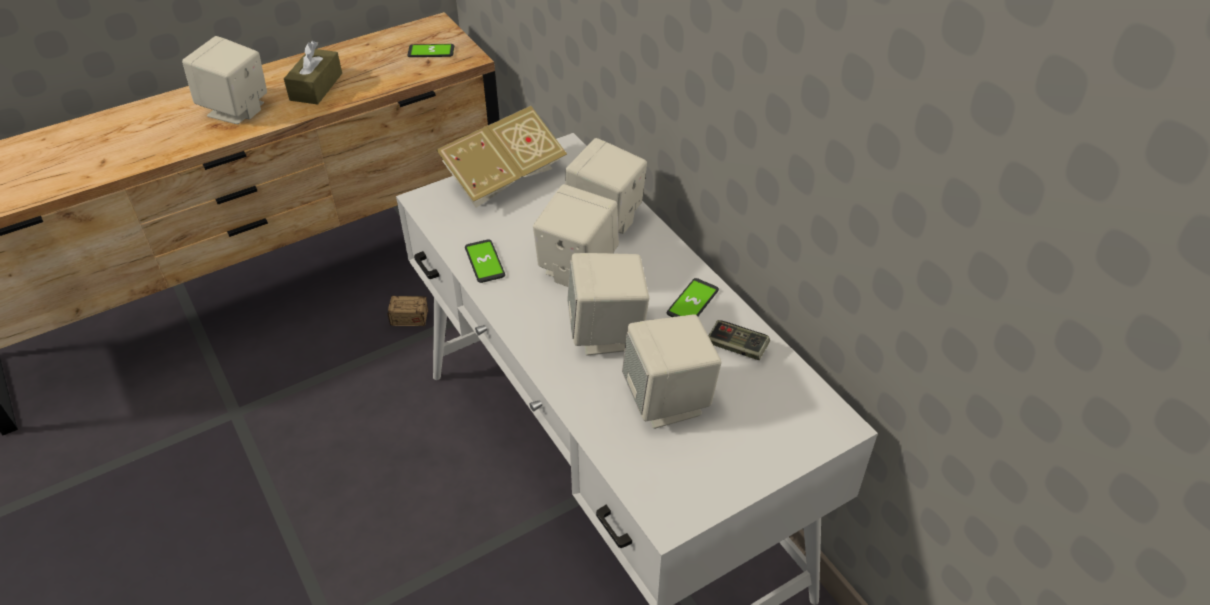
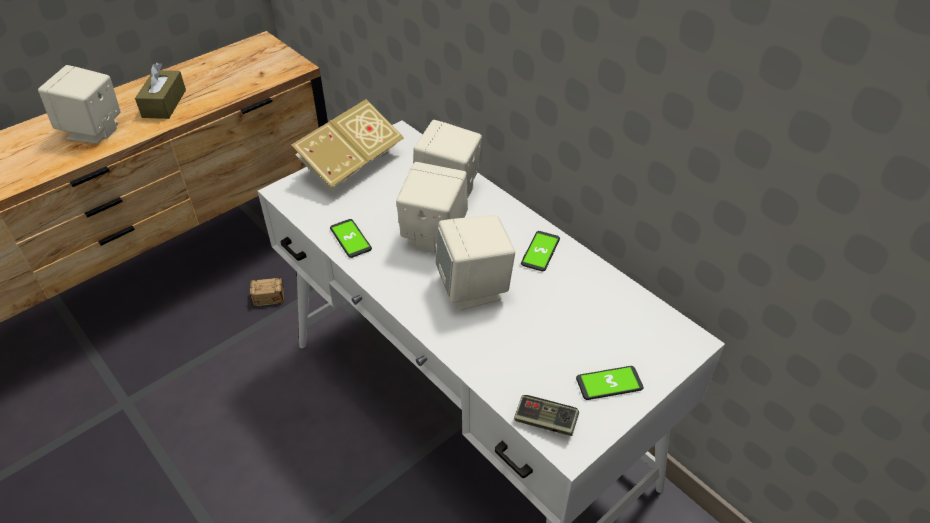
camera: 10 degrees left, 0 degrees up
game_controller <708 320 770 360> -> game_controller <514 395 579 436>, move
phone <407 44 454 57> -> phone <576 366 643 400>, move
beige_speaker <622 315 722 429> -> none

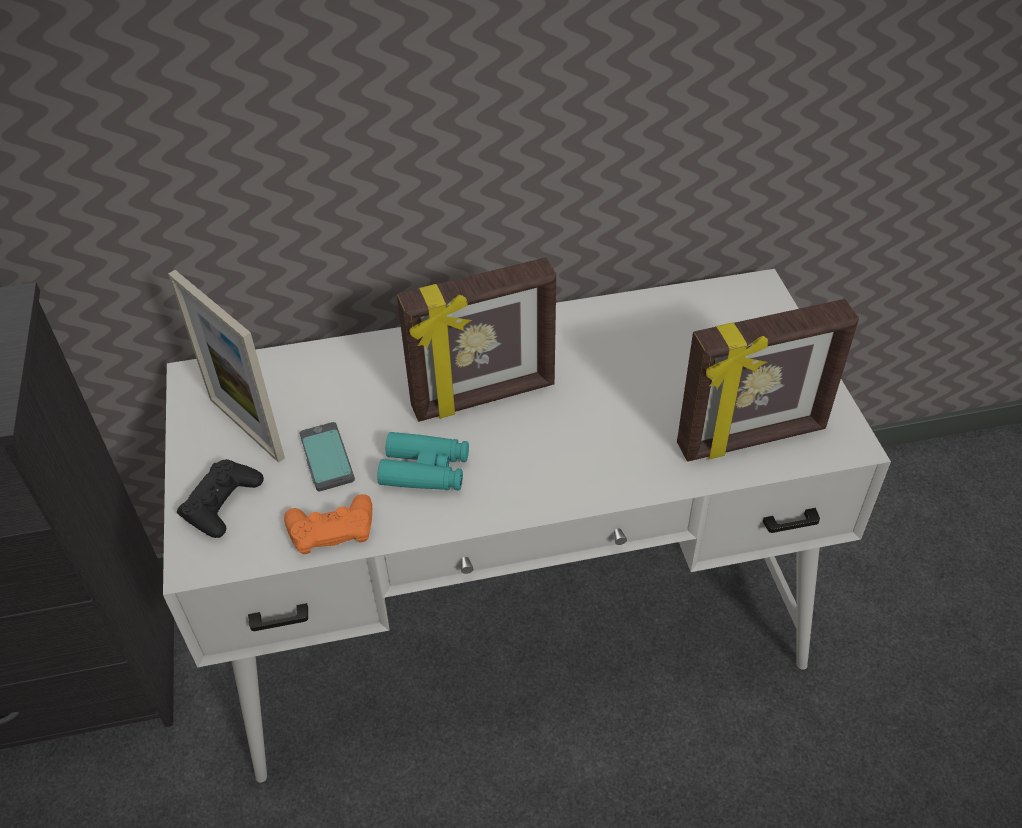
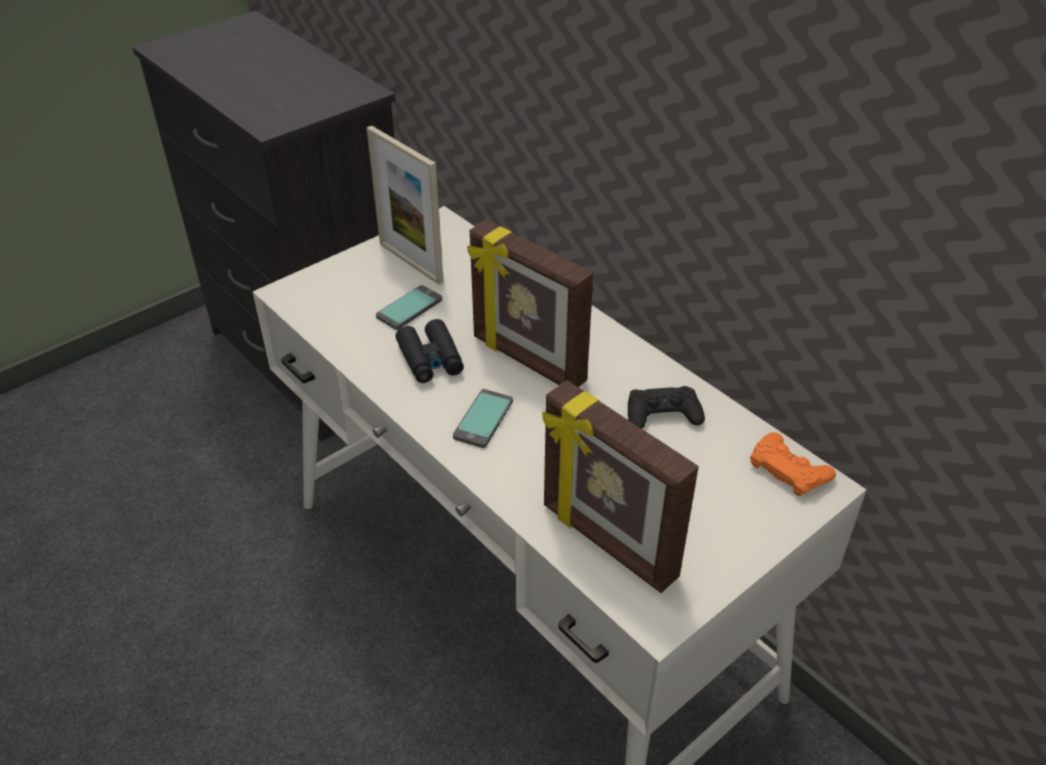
camera: 60 degrees right, 5 degrees down
picture_frame <168 270 285 463> -> picture_frame <367 126 444 285>, 60 degrees counterclockwise
turquoise_binoculars <377 432 469 490> -> black_binoculars <396 319 464 383>
none -> phone <453 389 513 448>
black_game_controller <177 459 264 538> -> black_game_controller <628 386 705 429>, move
orange_game_controller <284 494 372 554> -> orange_game_controller <750 432 836 496>, move

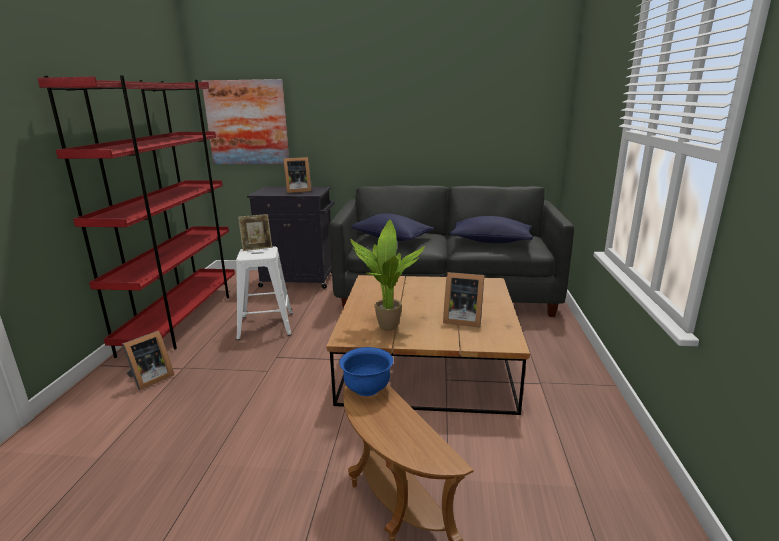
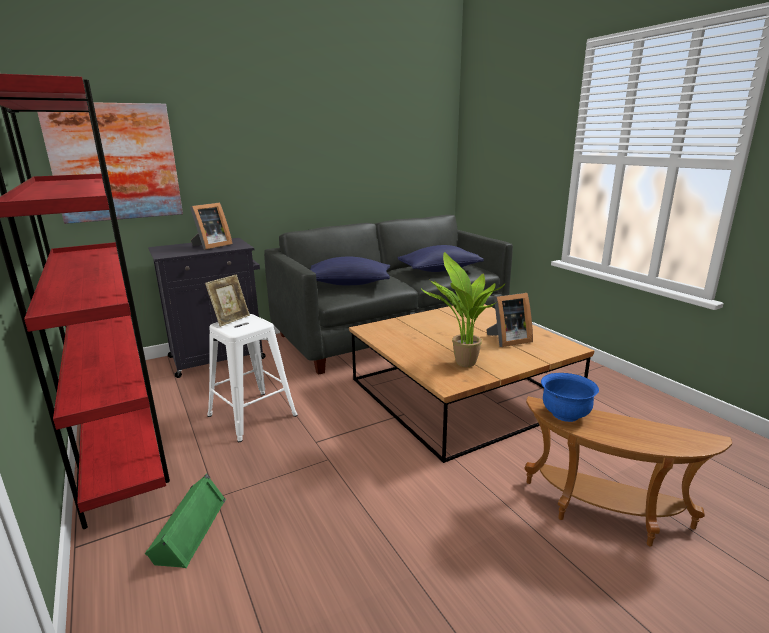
camera: 35 degrees left, 0 degrees up
picture_frame <122 331 174 390> -> green_speaker <145 474 226 568>

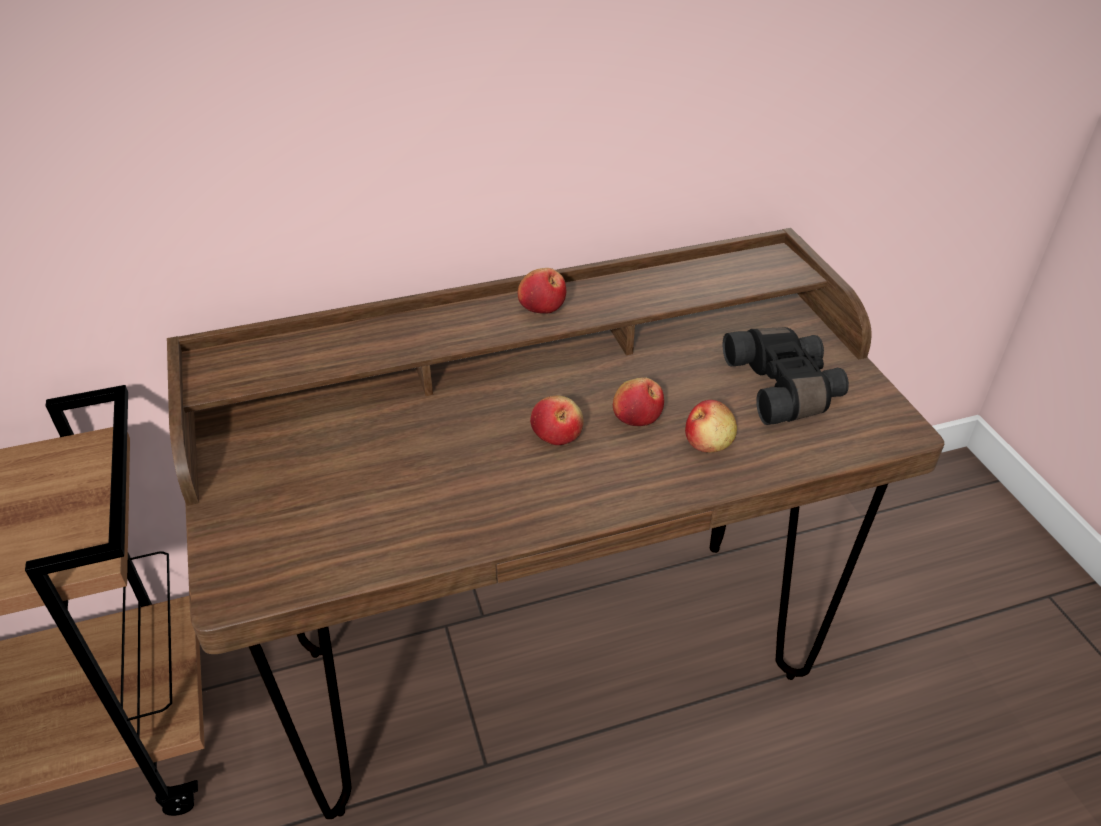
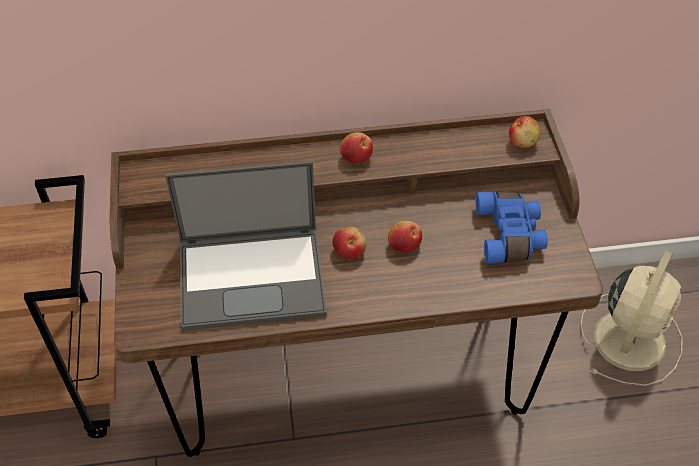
camera: 10 degrees right, 10 degrees up
none -> laptop <165 161 327 331>
black_binoculars <723 327 849 425> -> blue_binoculars <475 191 548 264>
apple <685 400 737 453> -> apple <509 116 541 148>, move
none -> beige_fan <581 250 683 386>

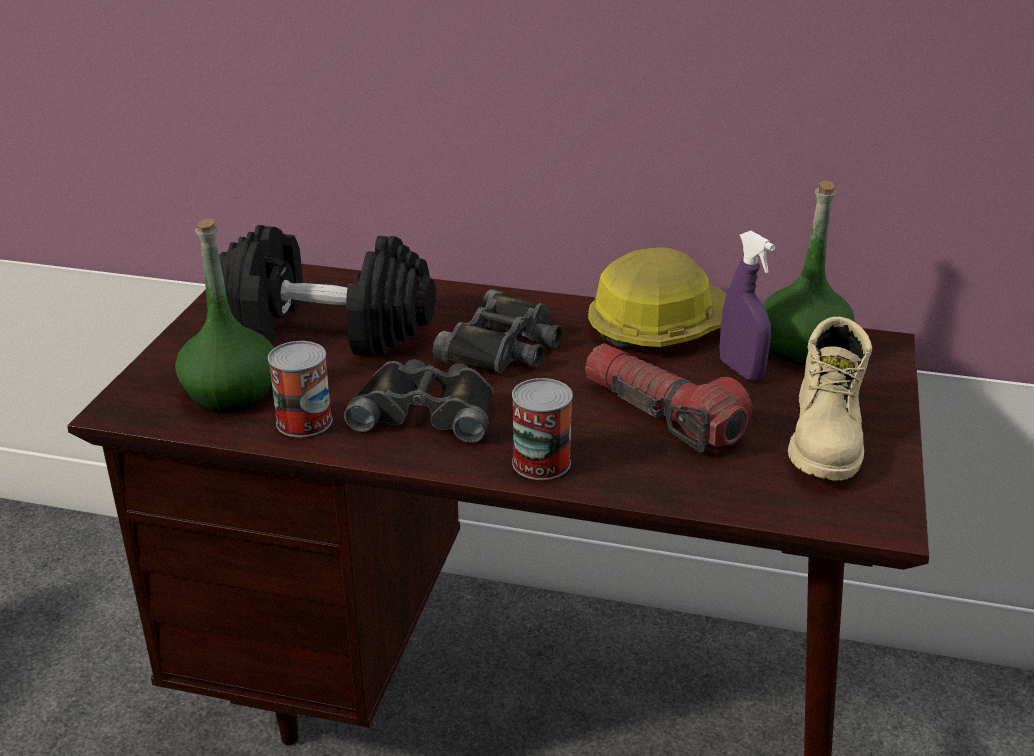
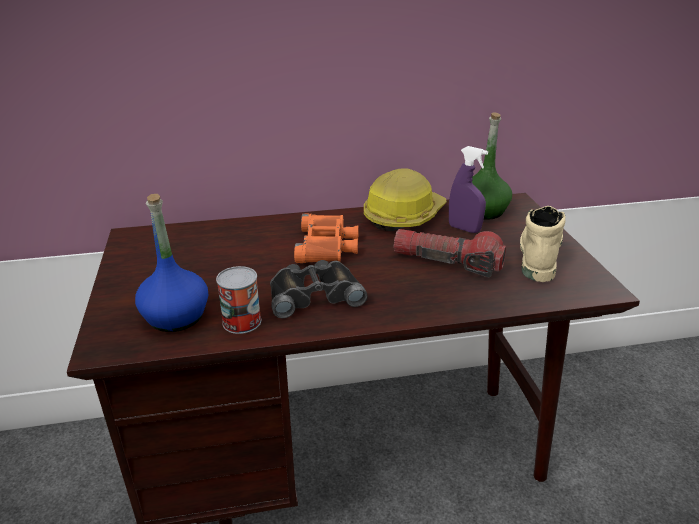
camera: 25 degrees left, 0 degrees up
green_bottle <175 218 274 413> -> blue_bottle <135 194 208 332>
black_binoculars <433 289 562 373> -> orange_binoculars <294 214 359 263>
beige_boot <788 317 872 481> -> beige_boot <520 206 565 282>, 150 degrees counterclockwise
black_dumbbell <219 225 436 357> -> none
can <512 378 573 480> -> none

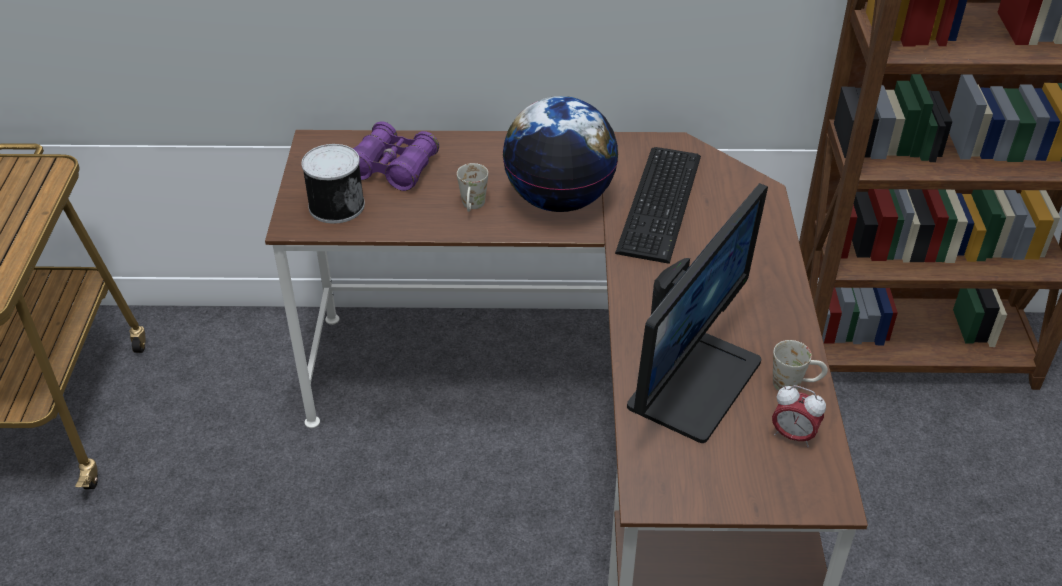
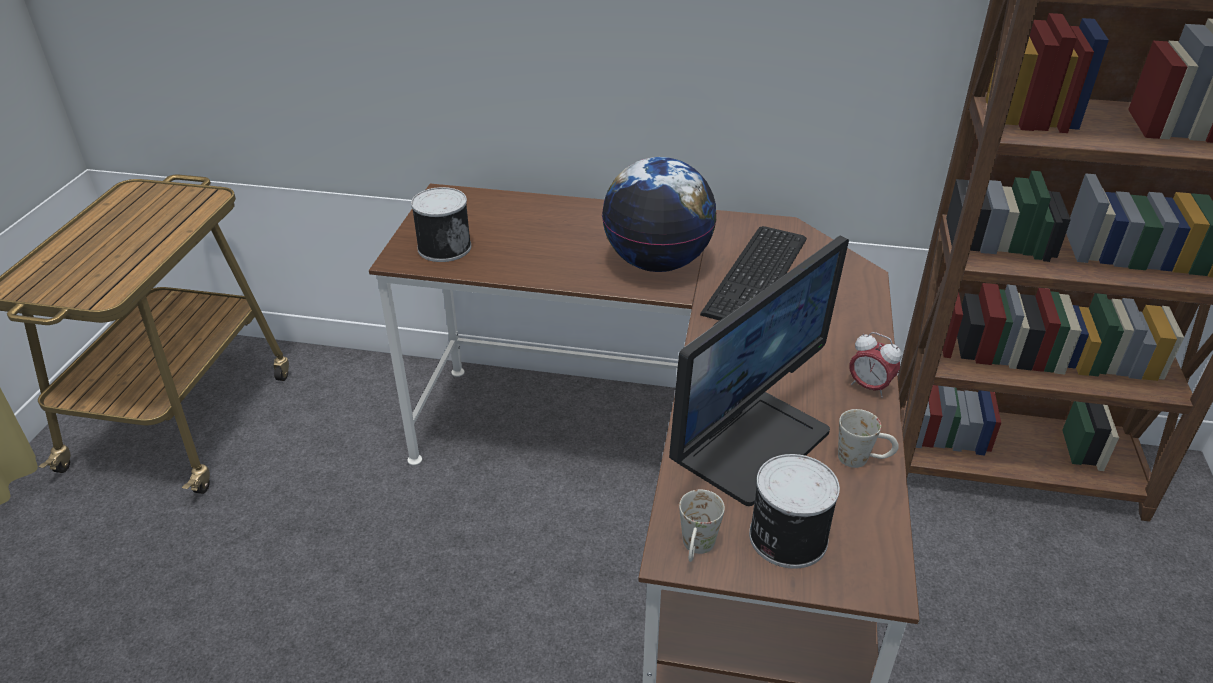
camera: 10 degrees right, 5 degrees down
white_mug <457 163 488 212> -> white_mug <679 490 725 562>, move
none -> can <749 454 840 568>
alarm_clock <772 385 826 447> -> alarm_clock <849 332 902 398>, move
purple_binoculars <353 121 439 191> -> none

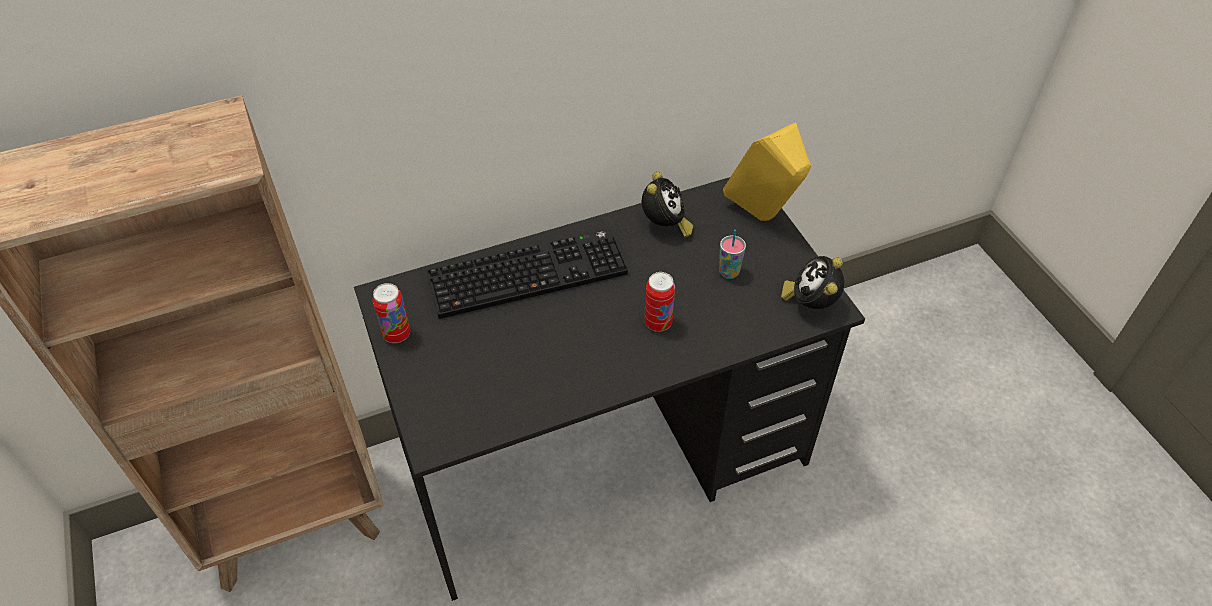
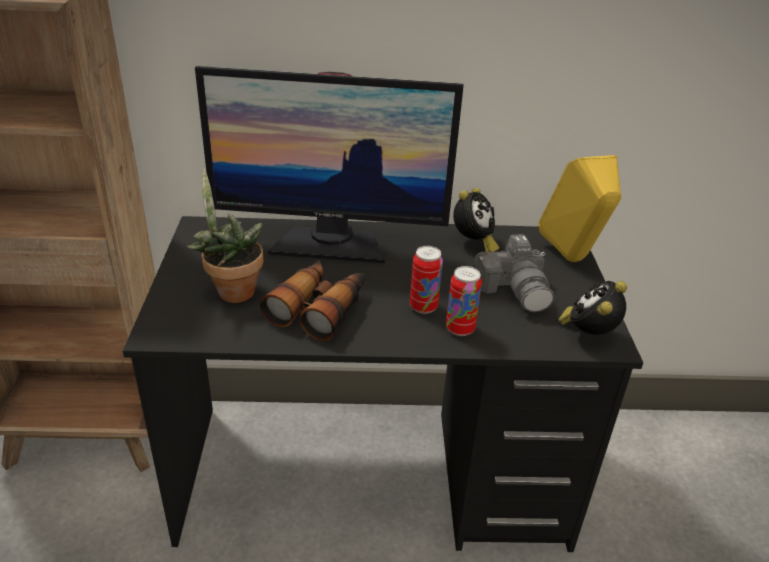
camera: 20 degrees right, 15 degrees down
none -> potted_plant <186 169 263 303>
keyboard <426 228 628 319> -> monitor <195 66 464 263>
none -> binoculars <260 260 366 341>
can <372 283 410 343> -> can <446 266 482 336>, move
cup <719 229 746 279> -> photo_camera <474 234 554 312>

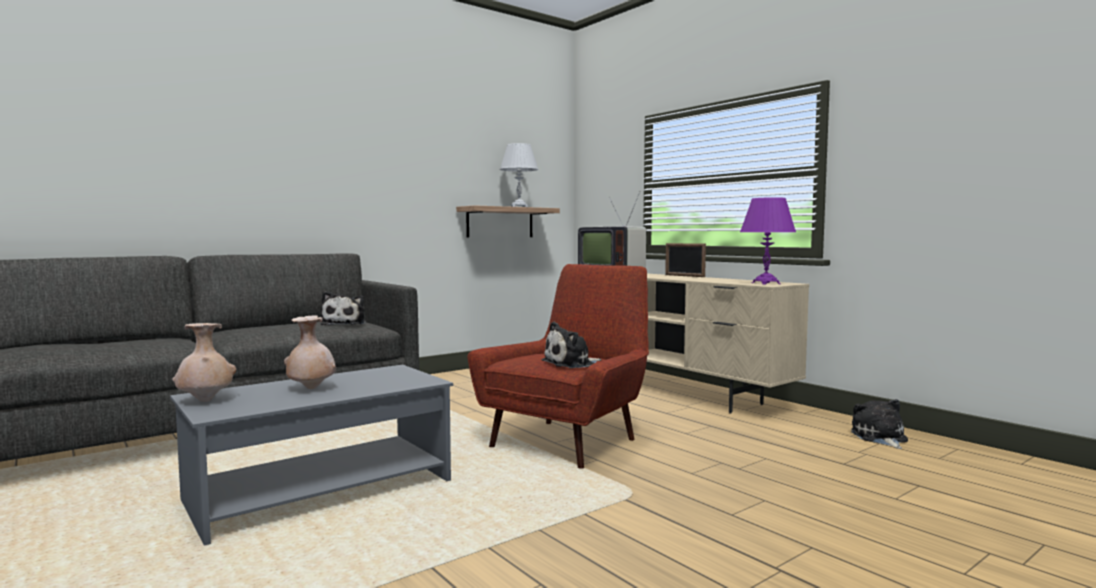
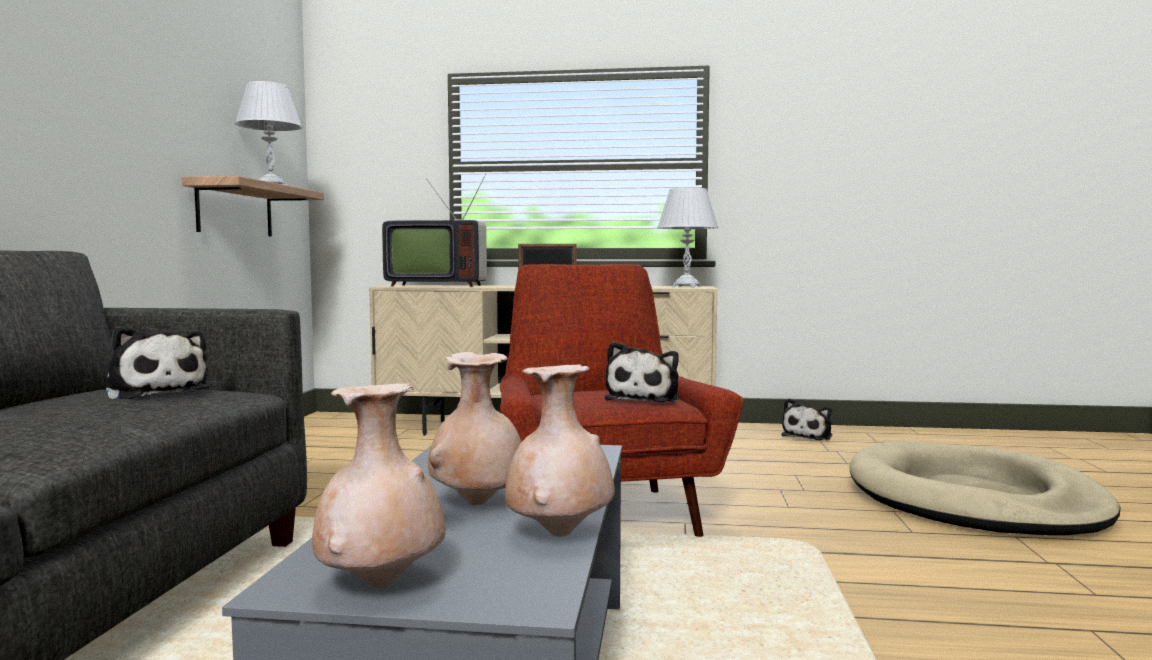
camera: 45 degrees left, 0 degrees up
none -> beige_vase <505 365 615 537>
purple_table_lamp <740 197 796 285> -> white_table_lamp <657 187 718 288>
plush_toy <851 399 908 449> -> plush_toy <781 398 832 440>, 105 degrees counterclockwise
none -> beige_dog_bed <850 441 1121 535>

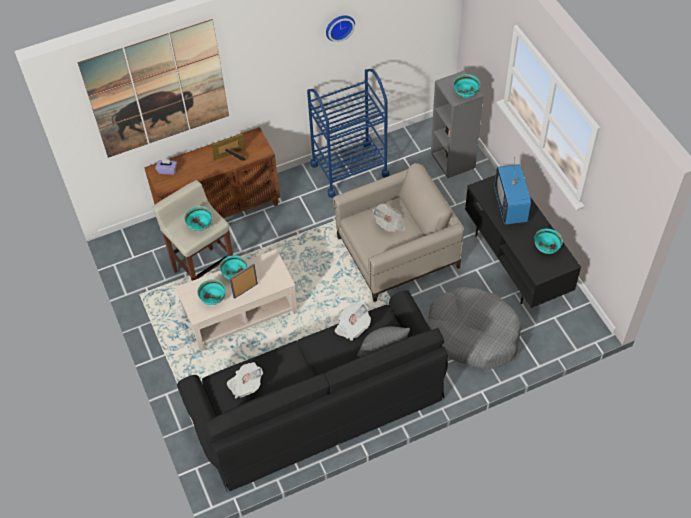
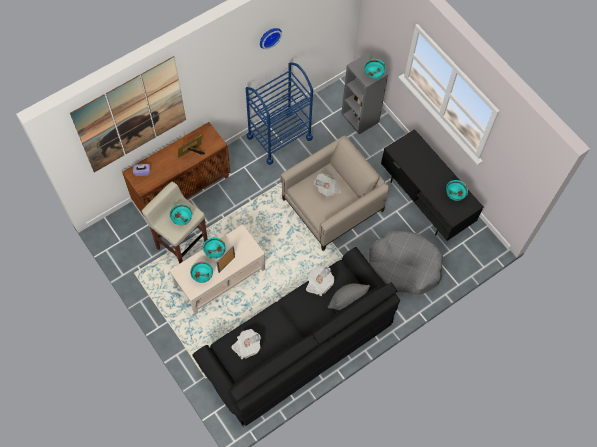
camera: 15 degrees left, 10 degrees up
television <494 157 531 225> -> none

